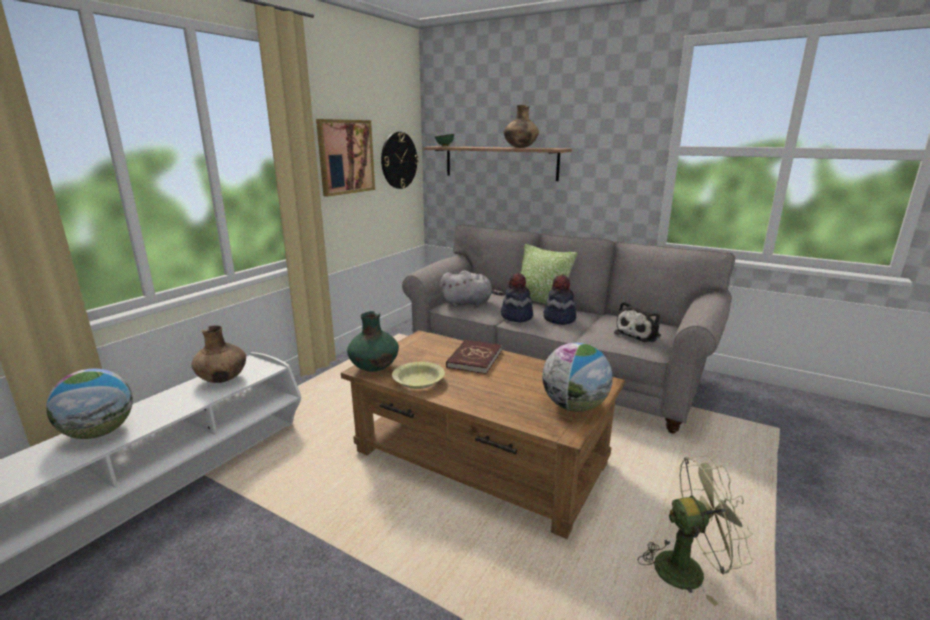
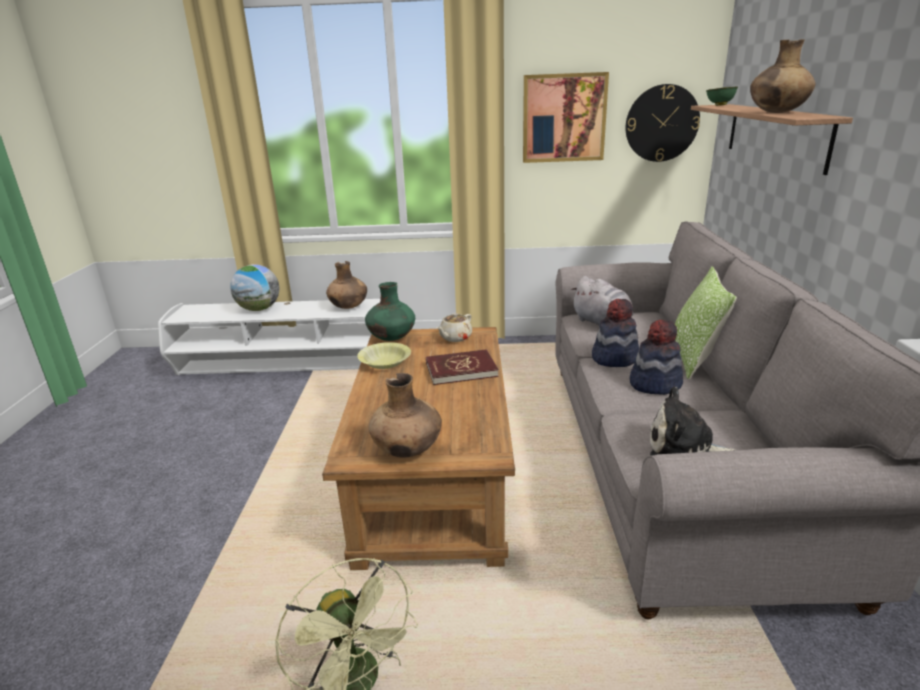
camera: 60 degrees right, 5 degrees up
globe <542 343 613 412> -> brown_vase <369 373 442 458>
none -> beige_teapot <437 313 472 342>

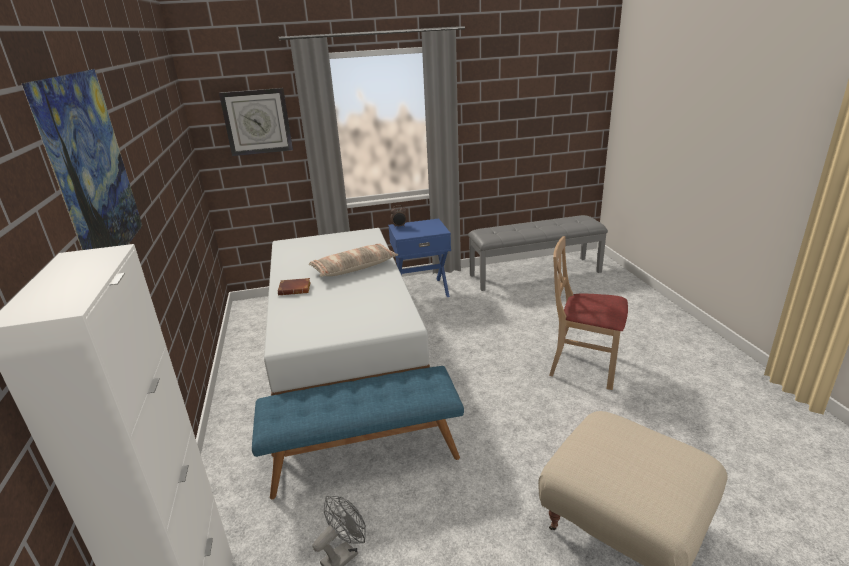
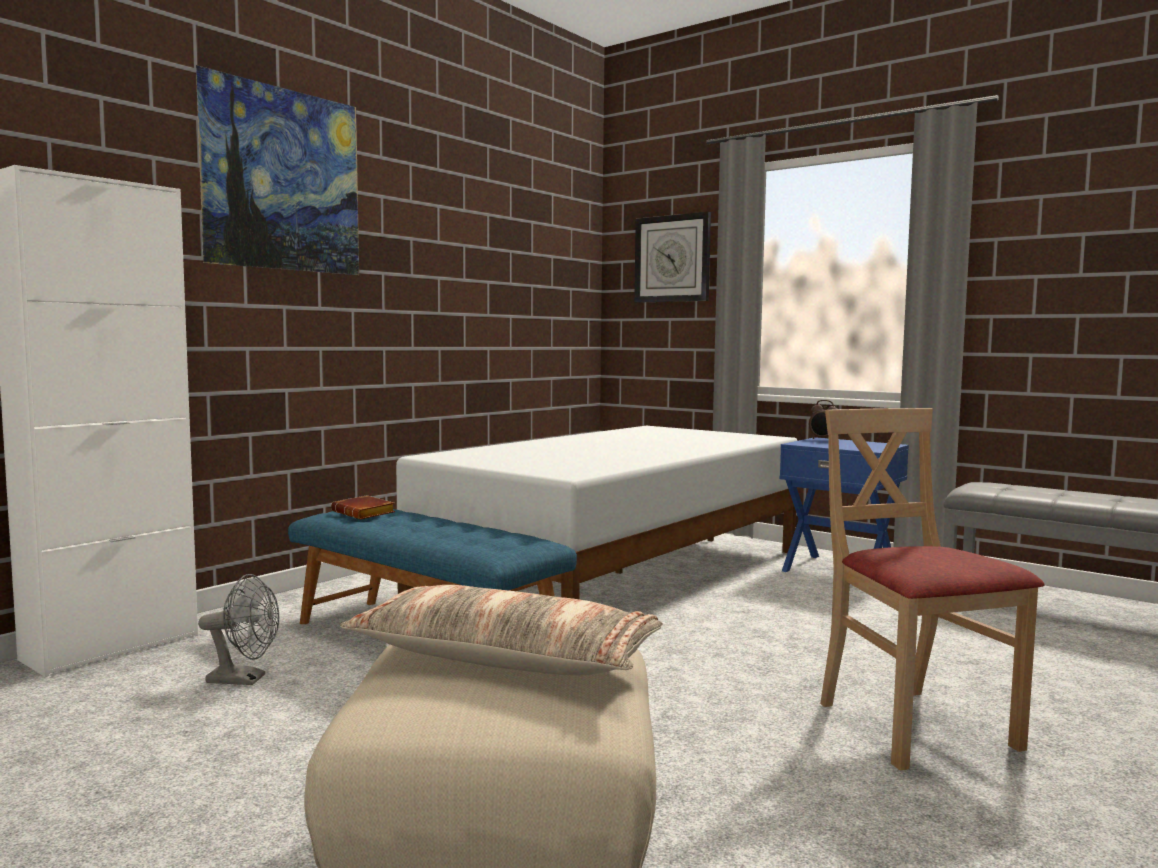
camera: 50 degrees right, 20 degrees down
brown_book <278 278 311 295> -> brown_book <331 495 395 519>, move
pillow <309 243 398 277> -> pillow <340 585 663 676>, move

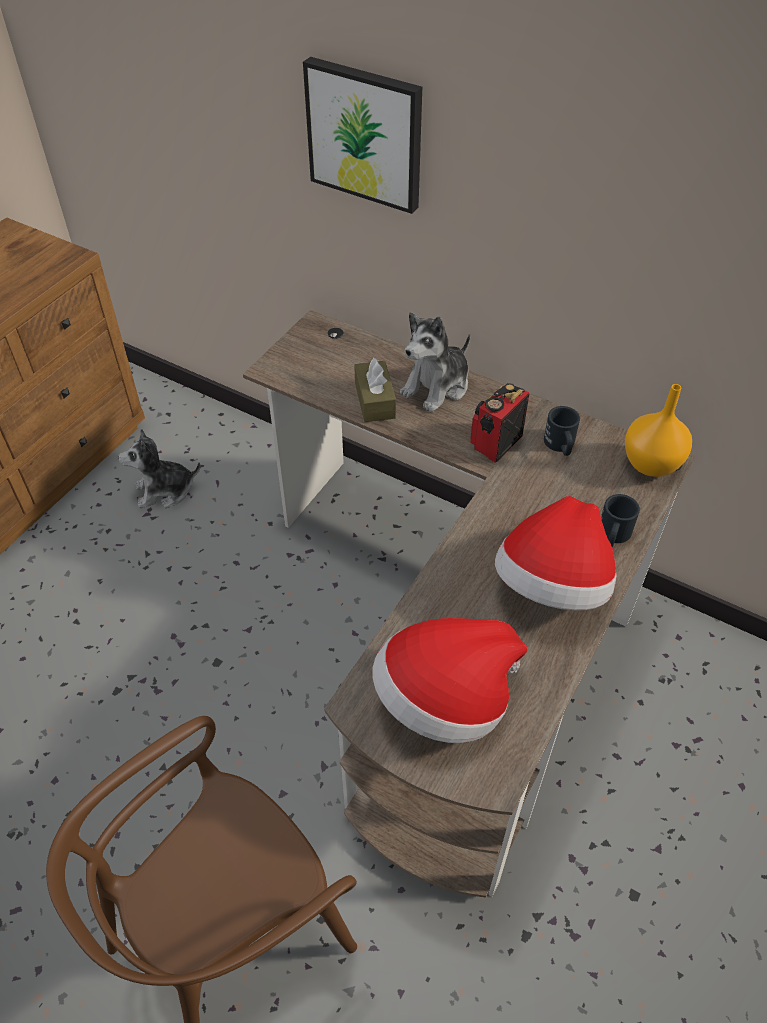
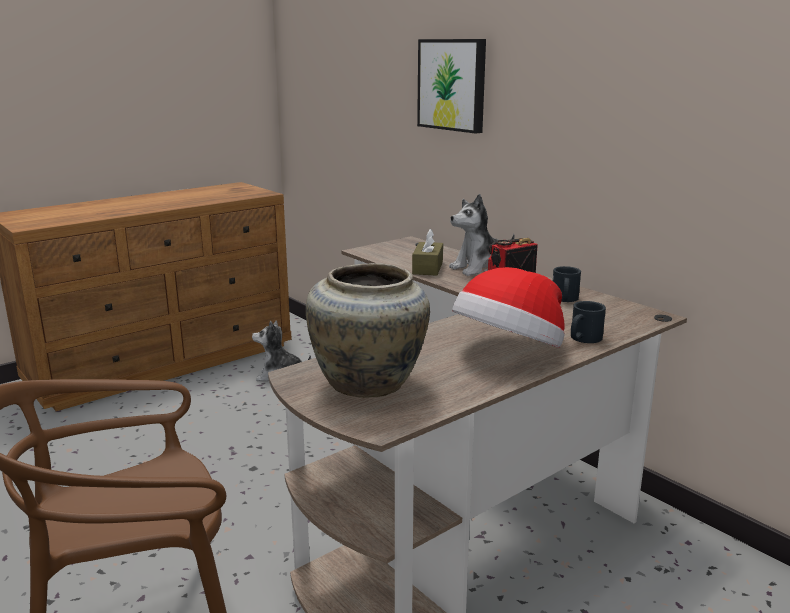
camera: 20 degrees right, 30 degrees down
hat <372 618 527 743> -> beige_vase <306 263 430 398>
orange_vase <625 384 692 477> -> none

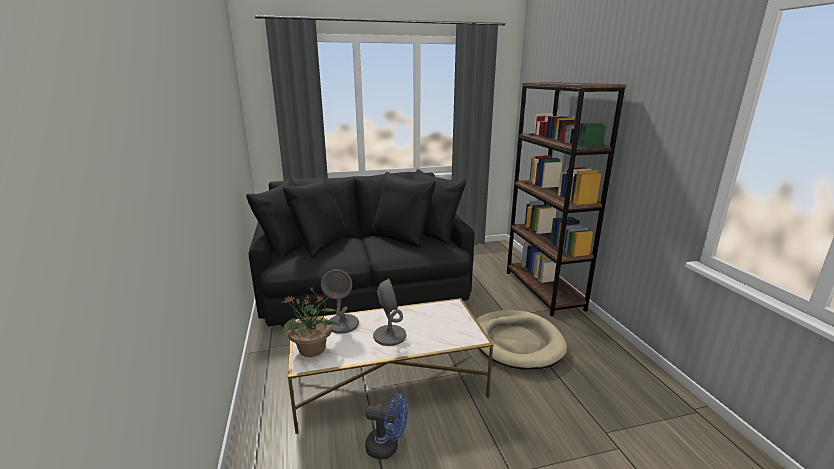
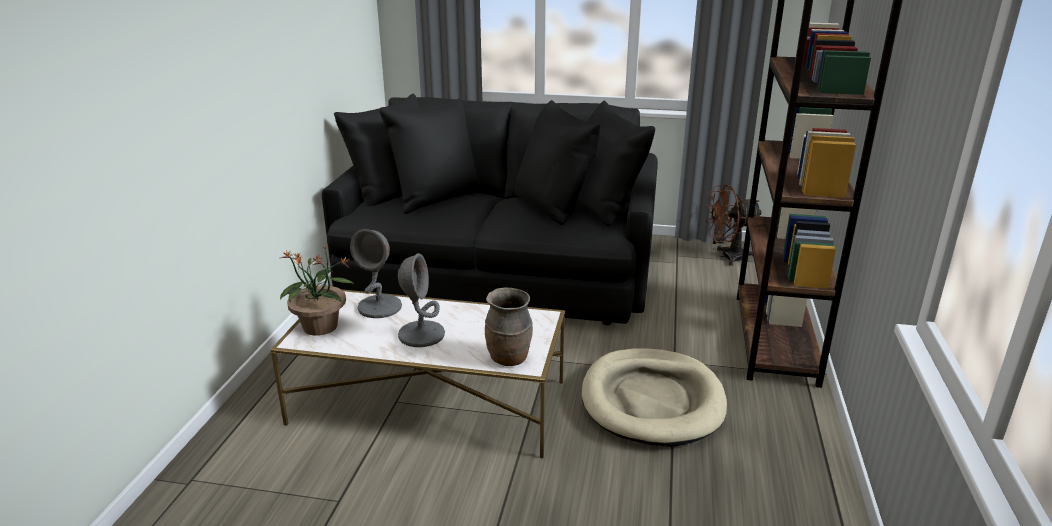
camera: 25 degrees right, 5 degrees up
none -> brown_vase <485 288 533 366>
none -> brown_fan <706 185 762 266>
blue_fan <365 393 408 459> -> none

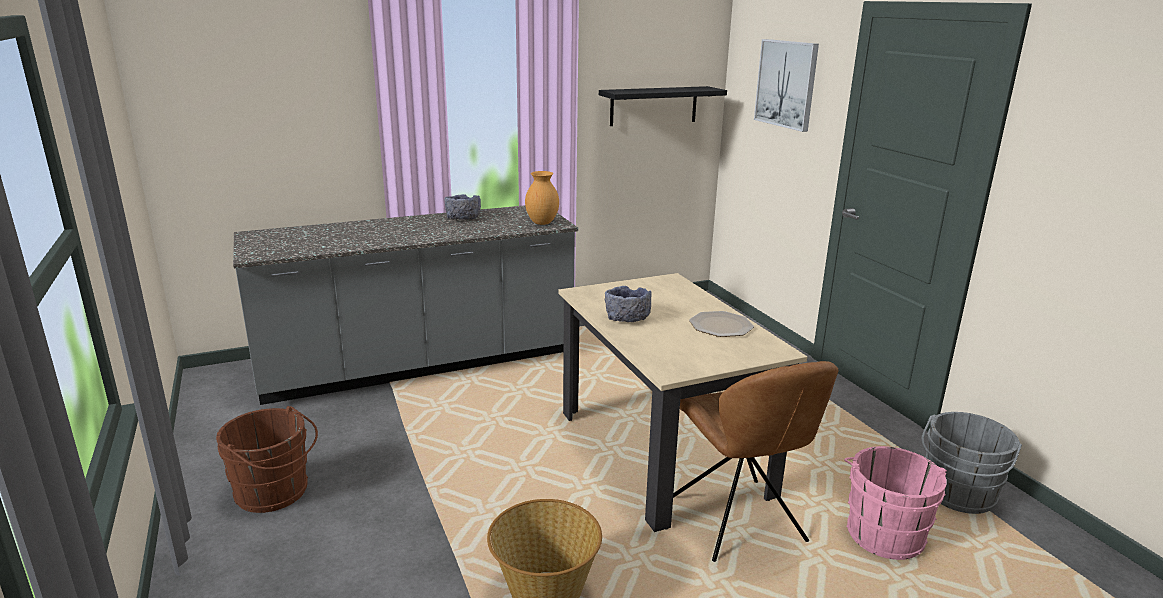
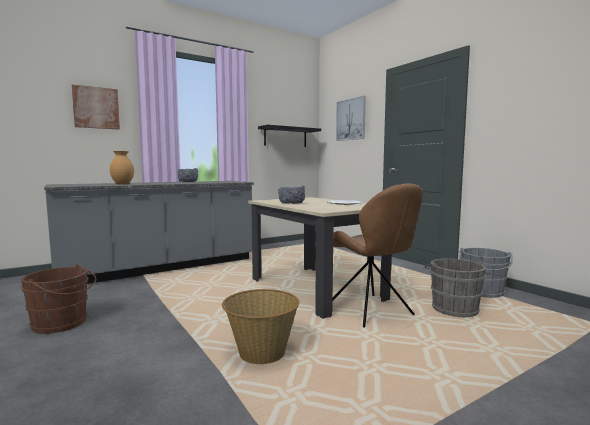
camera: 10 degrees left, 15 degrees down
none -> picture <72 85 120 129>
brown_vase <525 171 559 225> -> brown_vase <110 151 134 185>, move
pink_bucket <844 446 947 560> -> grey_bucket <425 259 486 317>

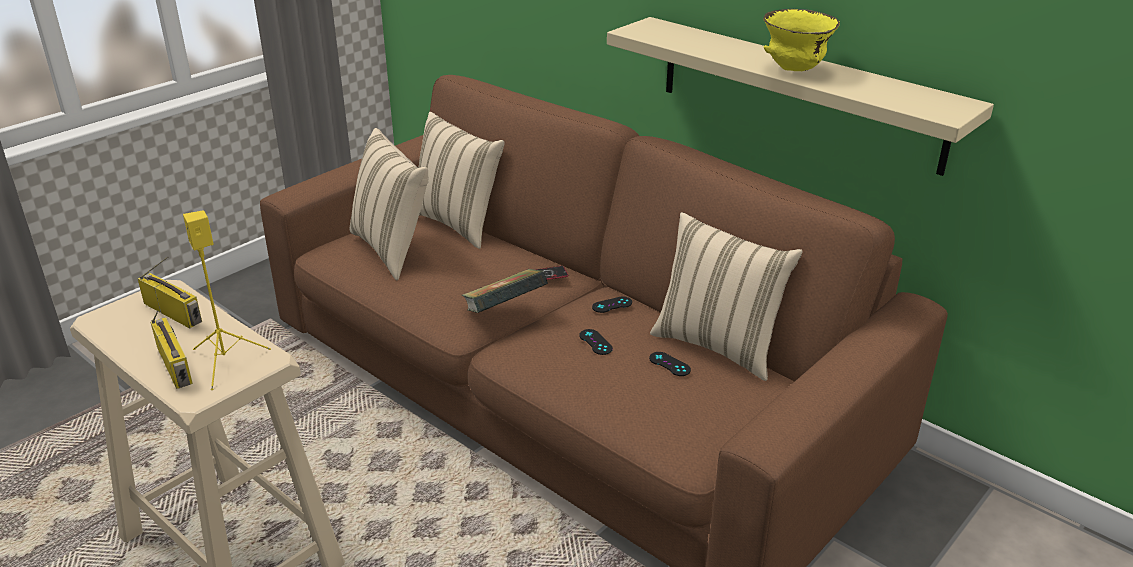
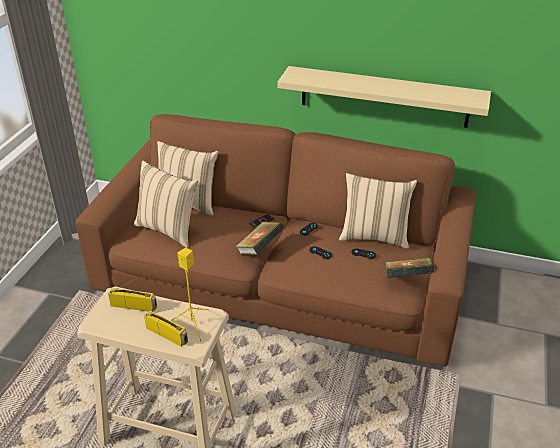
camera: 25 degrees left, 5 degrees up
none -> book <385 258 434 278>
yellow_bowl <763 9 840 71> -> none

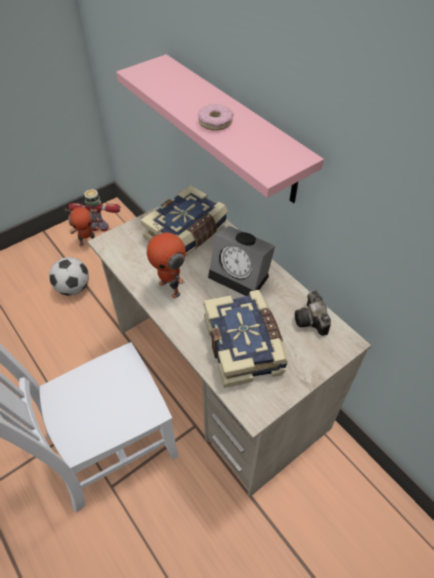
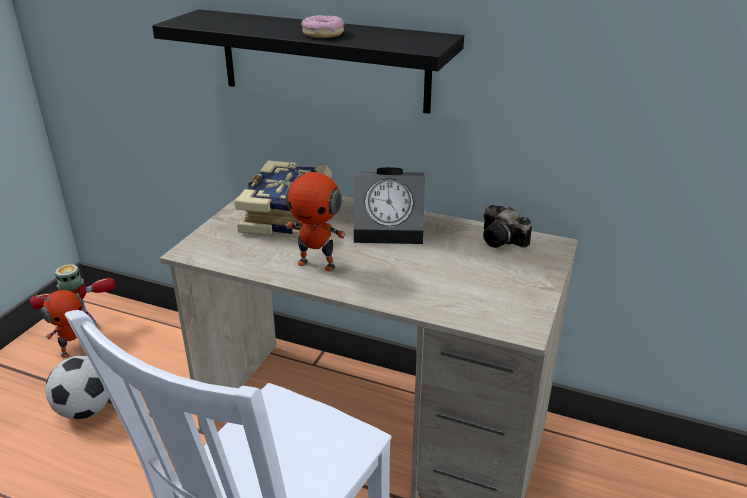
camera: 30 degrees left, 20 degrees down
pink_shelf <116 54 324 203> -> black_shelf <152 9 464 114>
book <204 290 288 388> -> none

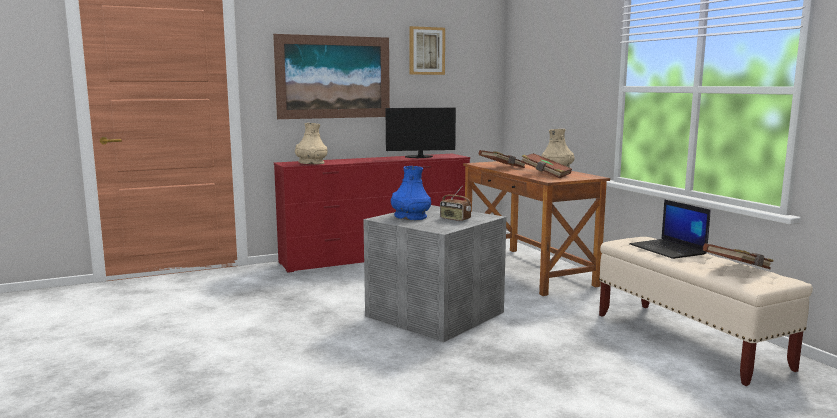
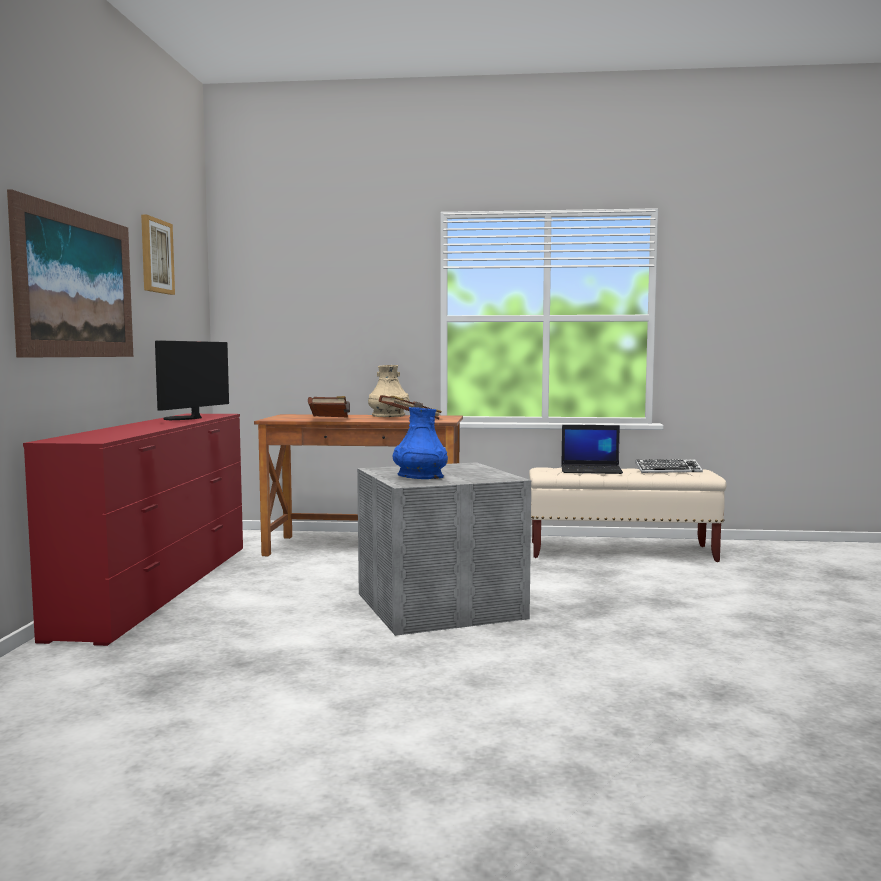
camera: 60 degrees left, 5 degrees down
brown_book <703 243 774 269> -> keyboard <635 459 703 473>
beige_vase <295 123 328 164> -> none
radio <440 185 471 221> -> none

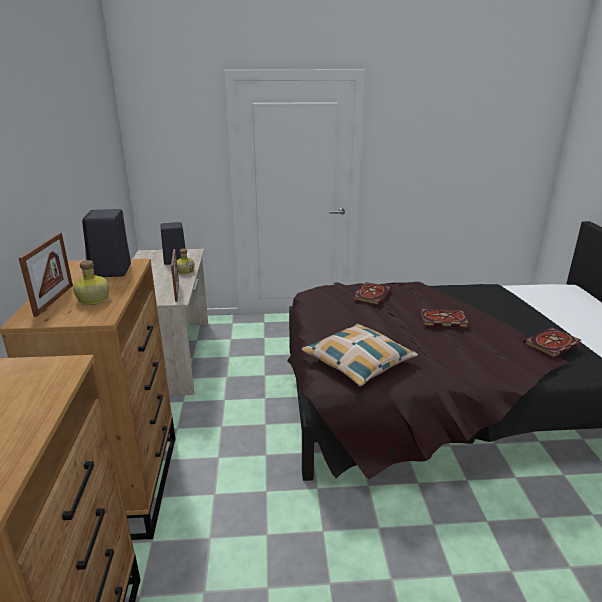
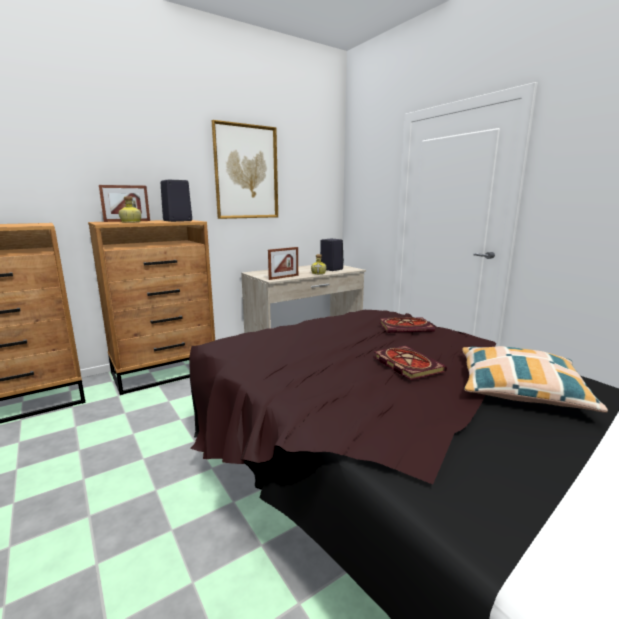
camera: 60 degrees right, 10 degrees down
none -> picture <212 120 278 219>
pillow <302 324 418 386> -> pillow <462 346 608 413>, move
book <523 327 581 358> -> none

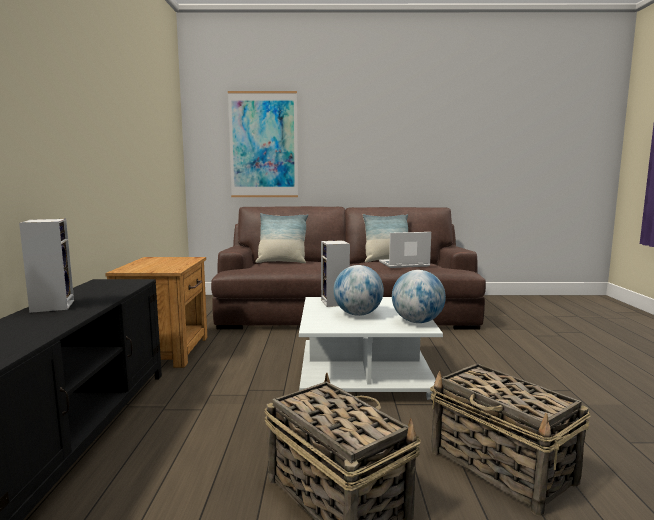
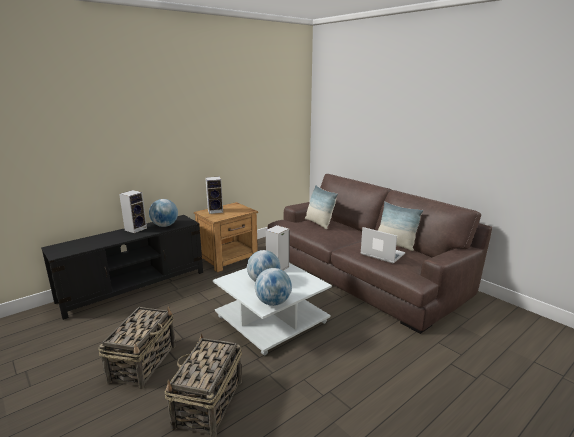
camera: 50 degrees right, 10 degrees up
none -> globe <149 199 178 227>
none -> speaker <205 177 223 214>
picture <228 91 298 197> -> none

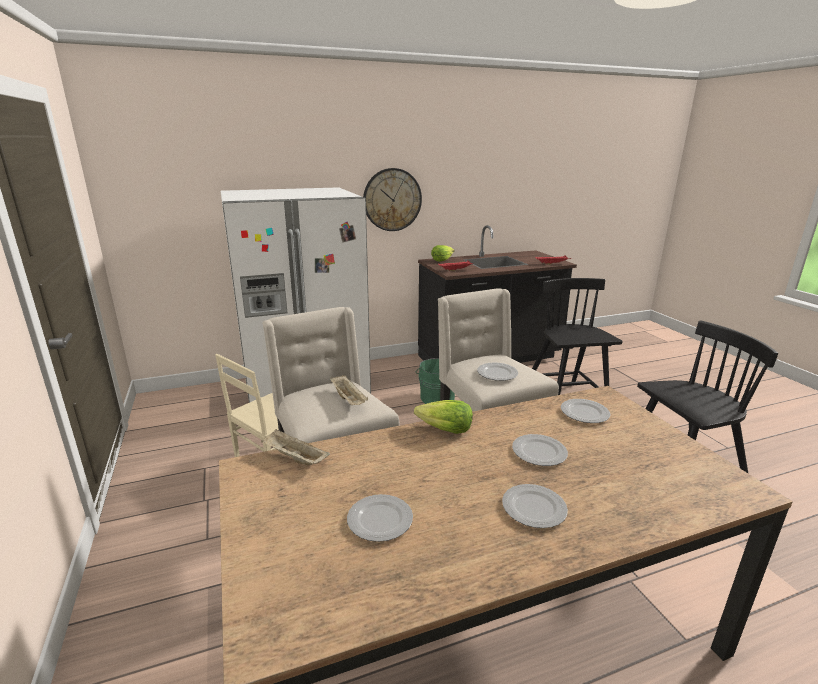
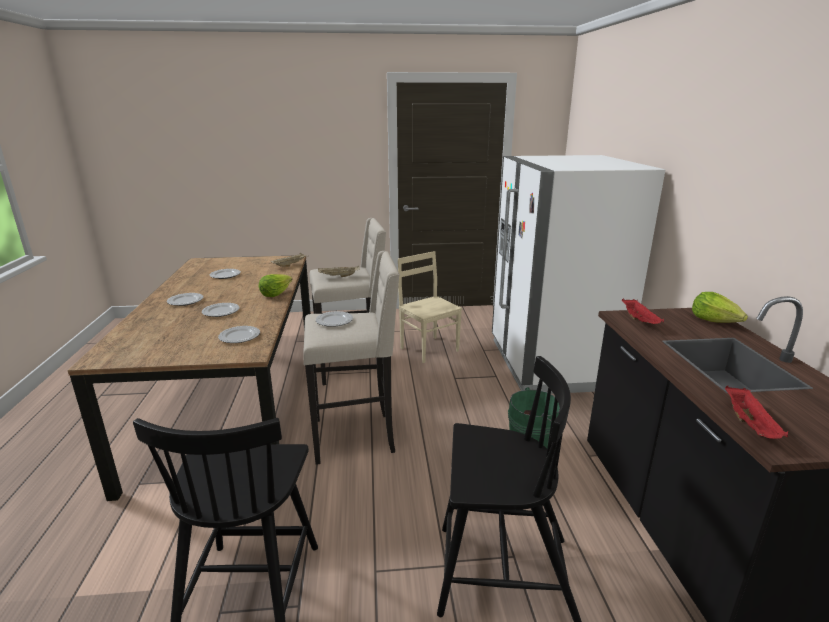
camera: 105 degrees right, 0 degrees up
wall_clock <363 168 422 231> -> none

